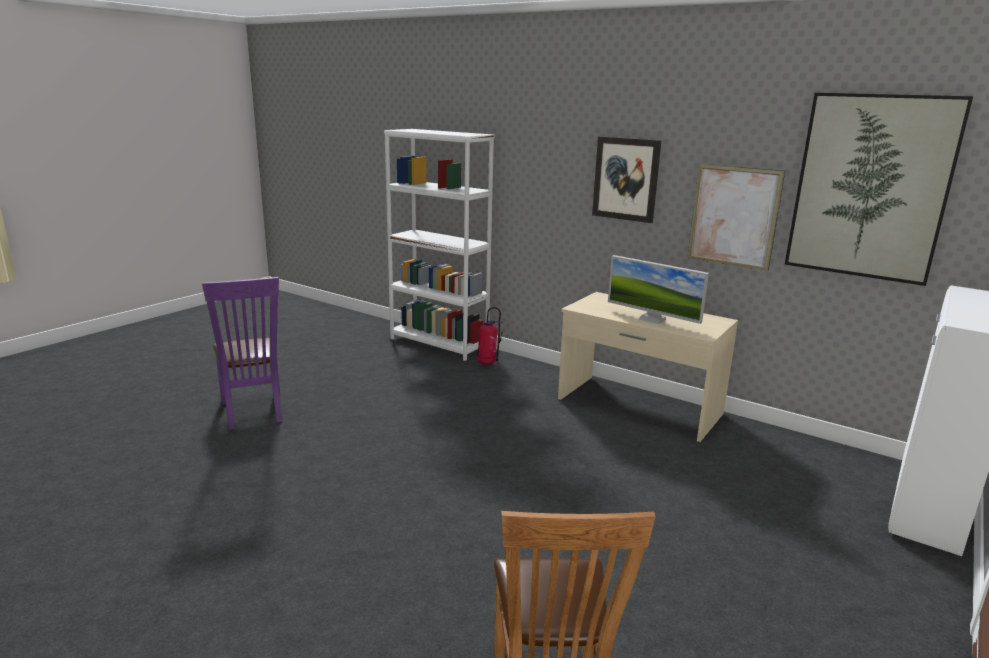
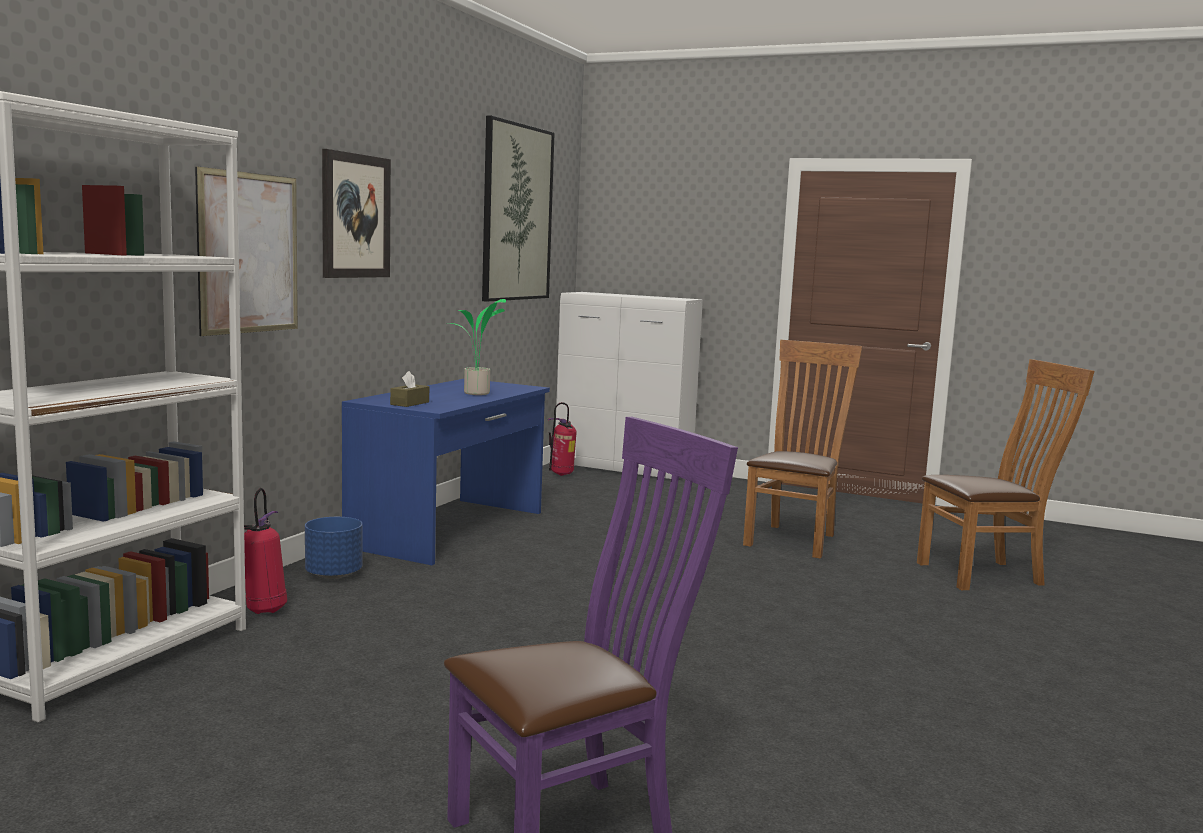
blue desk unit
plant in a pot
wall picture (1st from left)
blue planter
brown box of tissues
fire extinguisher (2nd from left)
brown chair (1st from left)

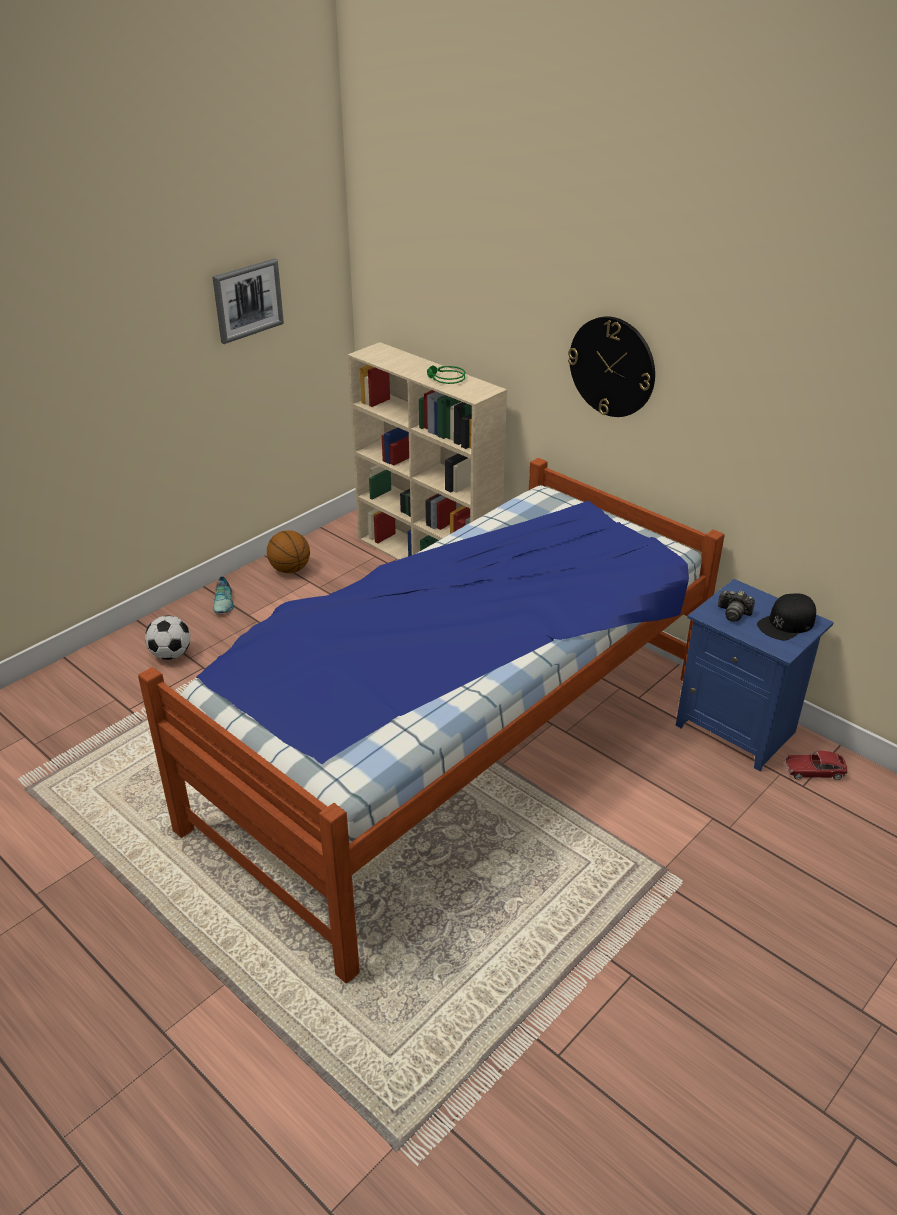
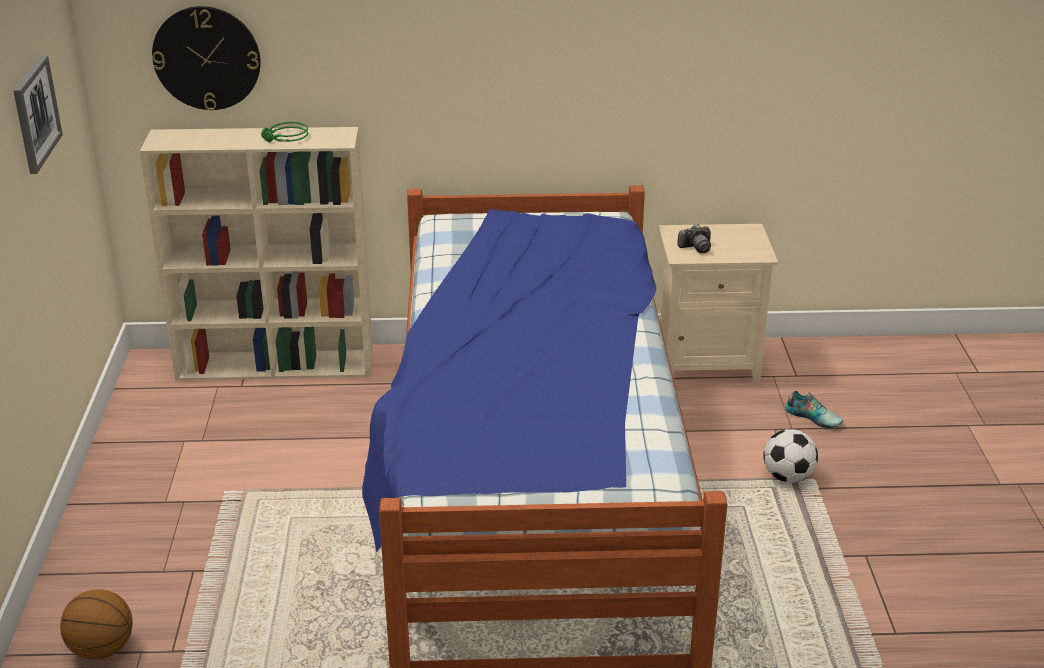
football ball
low shoe
basketball ball
hanging clock
beige-coloured bedside table
blackish cap
model car

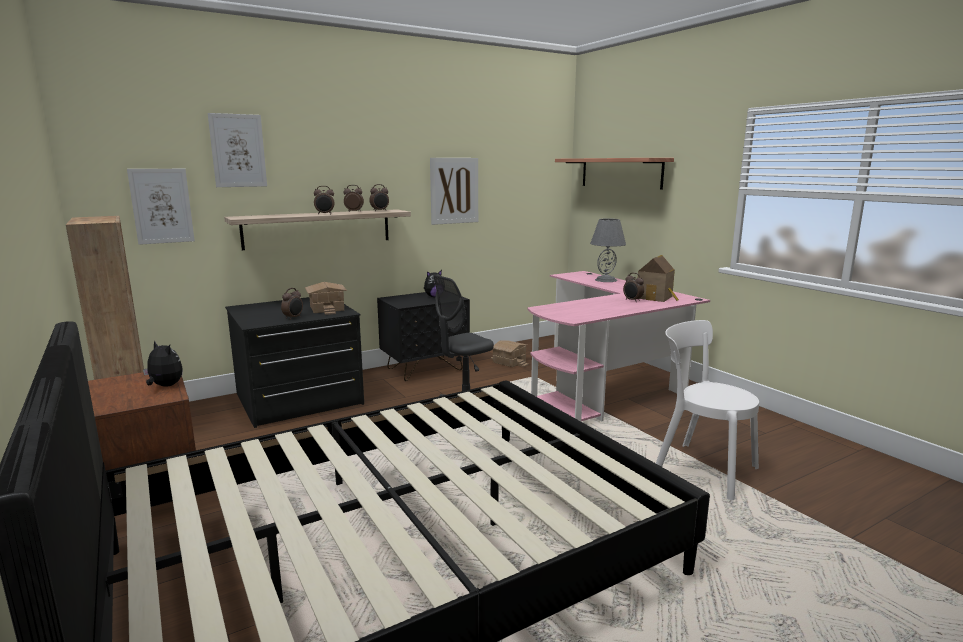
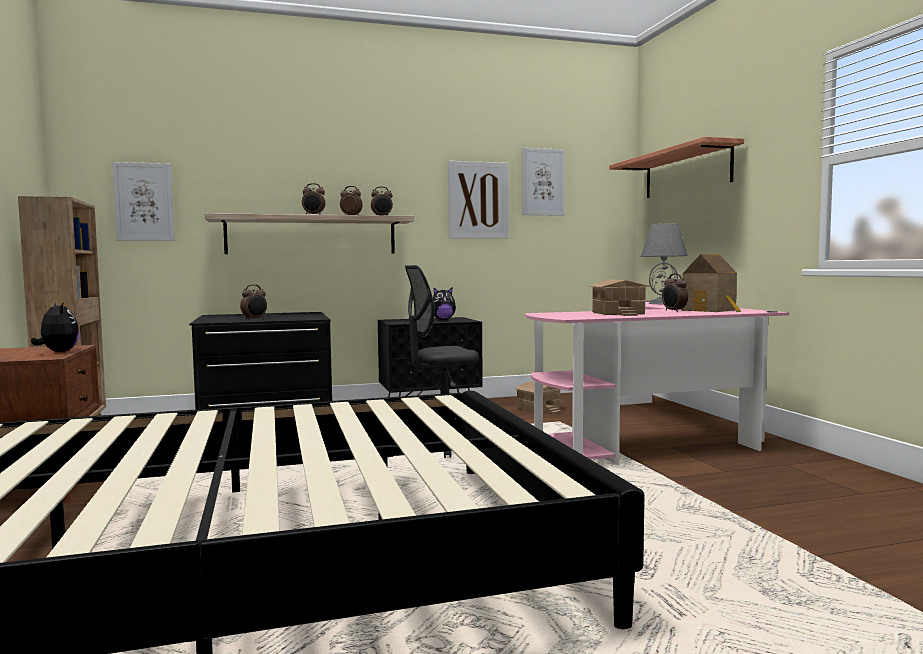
wall picture (3rd from left)
toy house (2nd from left)
white chair

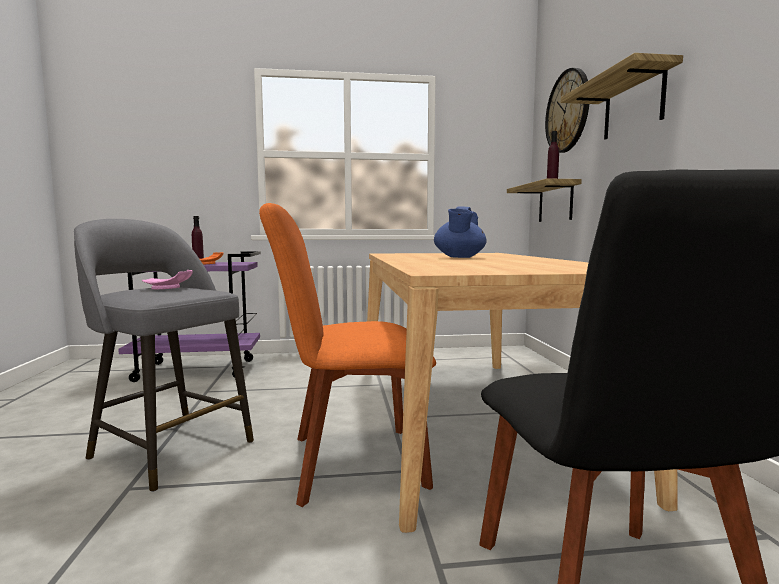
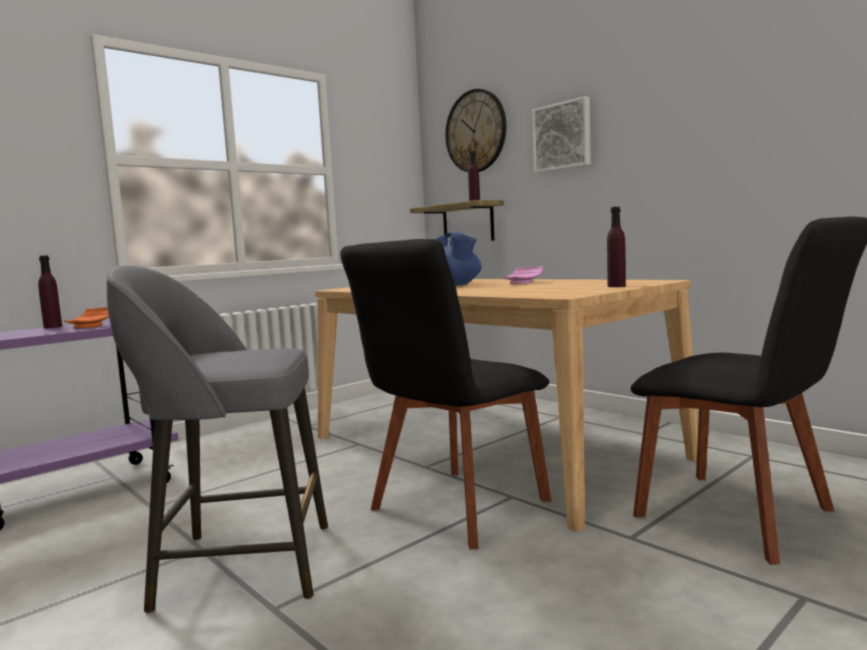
pink-coloured plate
blackish chair (1st from left)
wall picture
purple-coloured bottle (3rd from left)

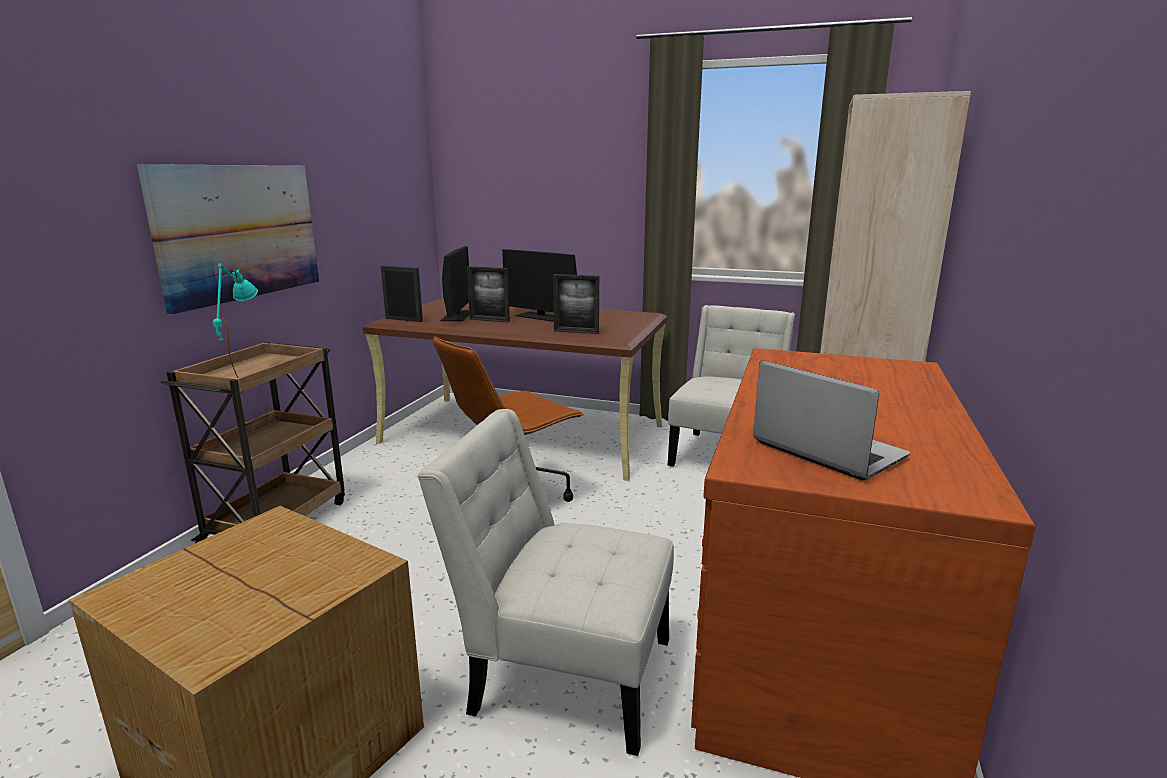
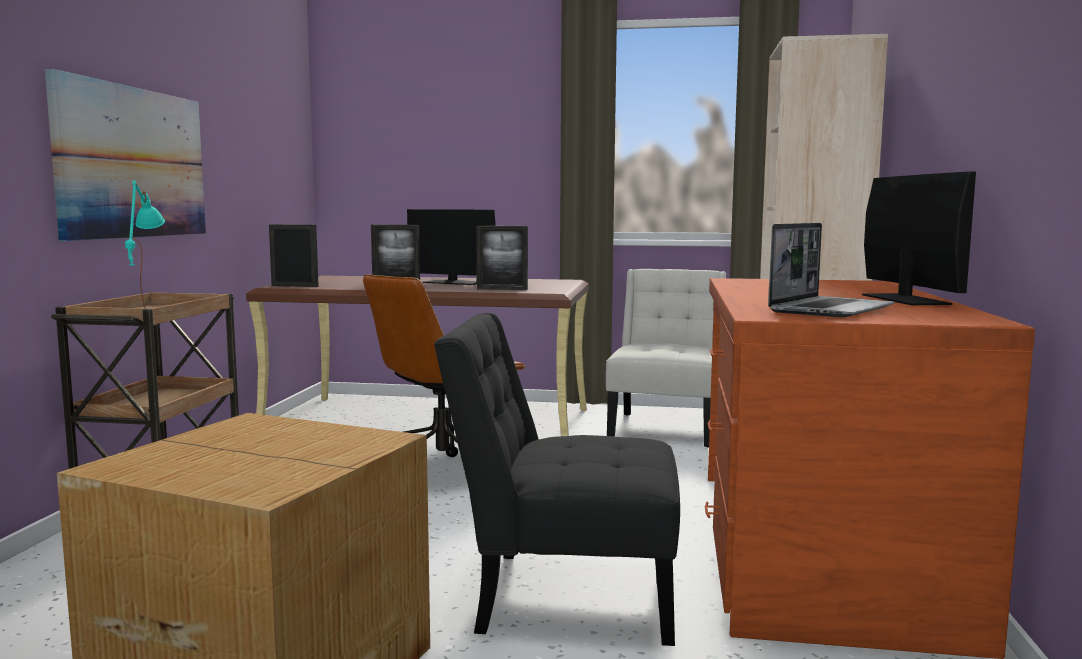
blackish chair
computer screen (2nd from left)
portable computer

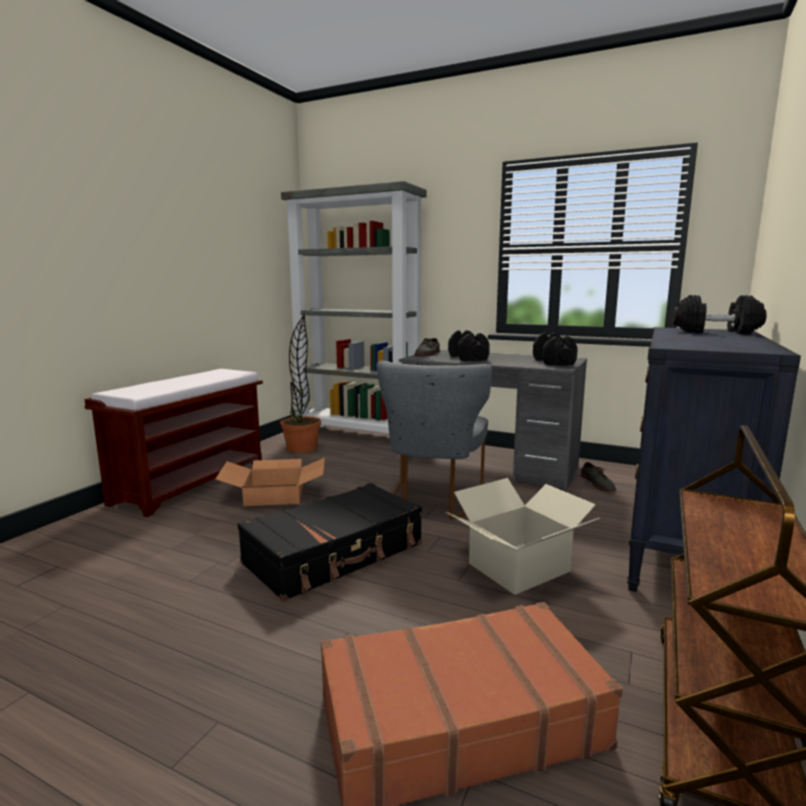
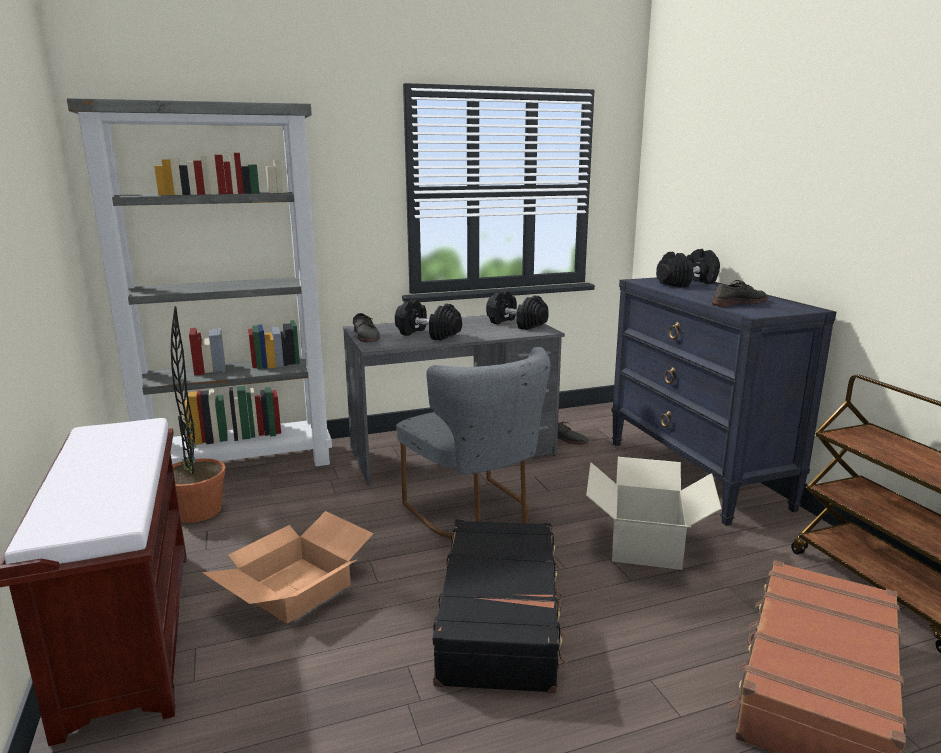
greyish low shoe (3rd from left)

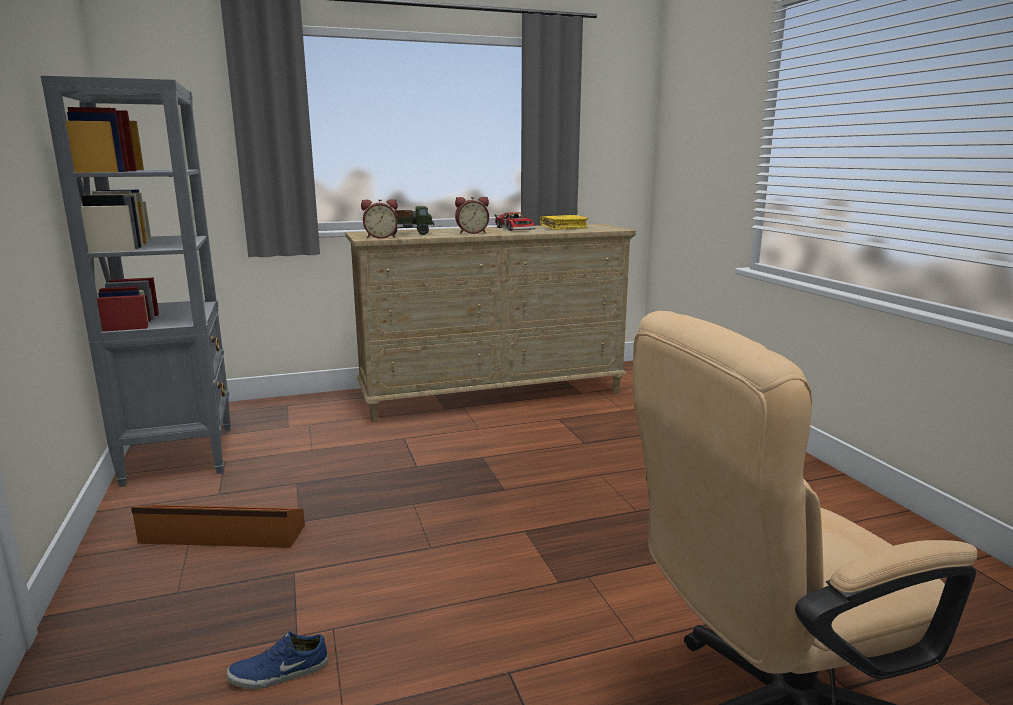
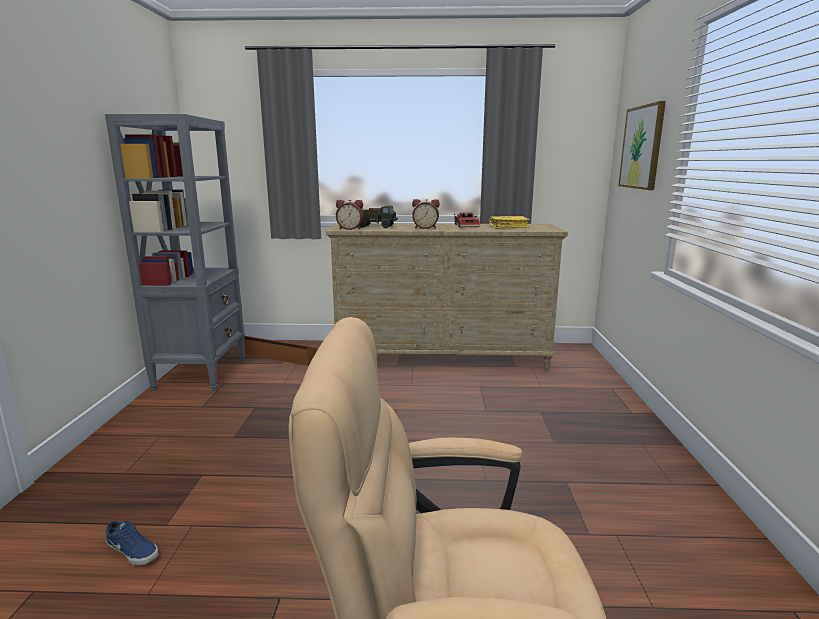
brown storage container
blue low shoe
wall picture

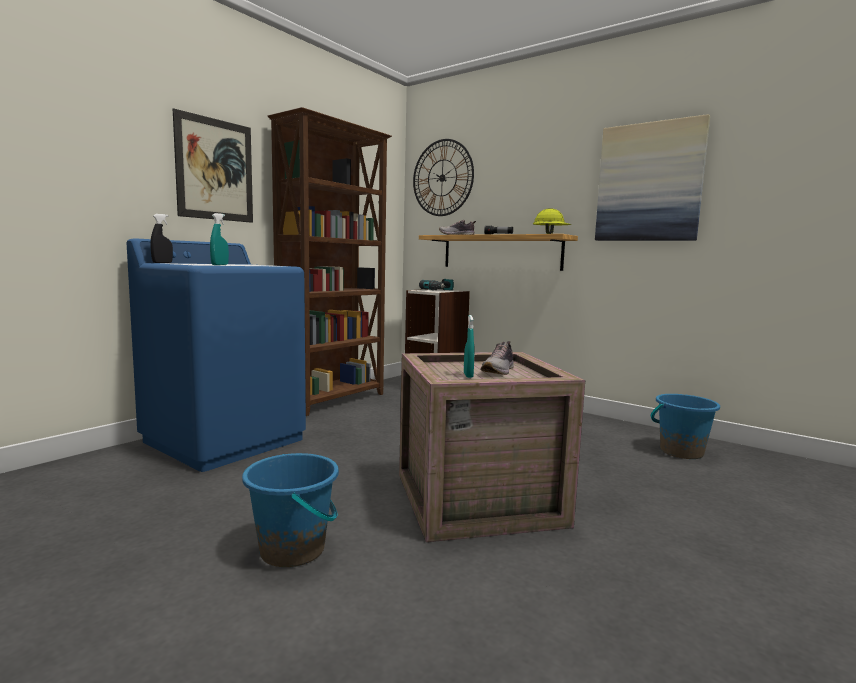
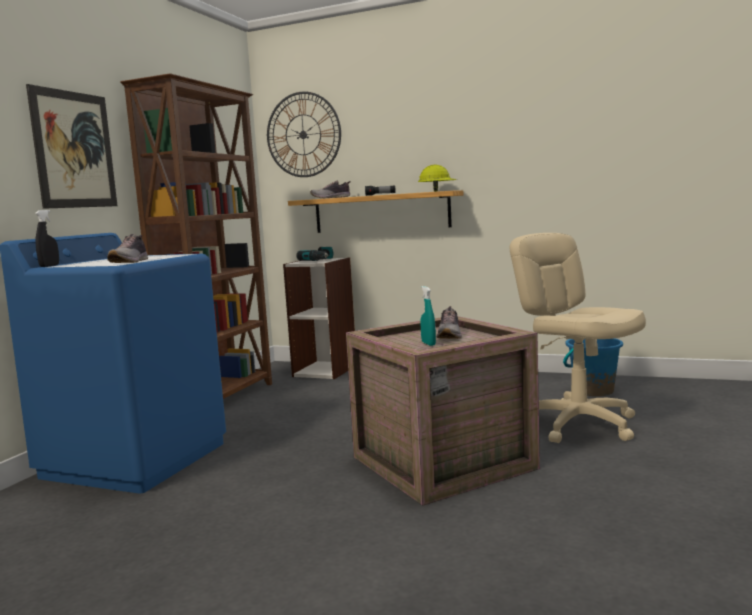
low shoe (1st from left)
blue pail (1st from left in the first image)
wall picture (2nd from left in the first image)
beige-coloured computer chair

